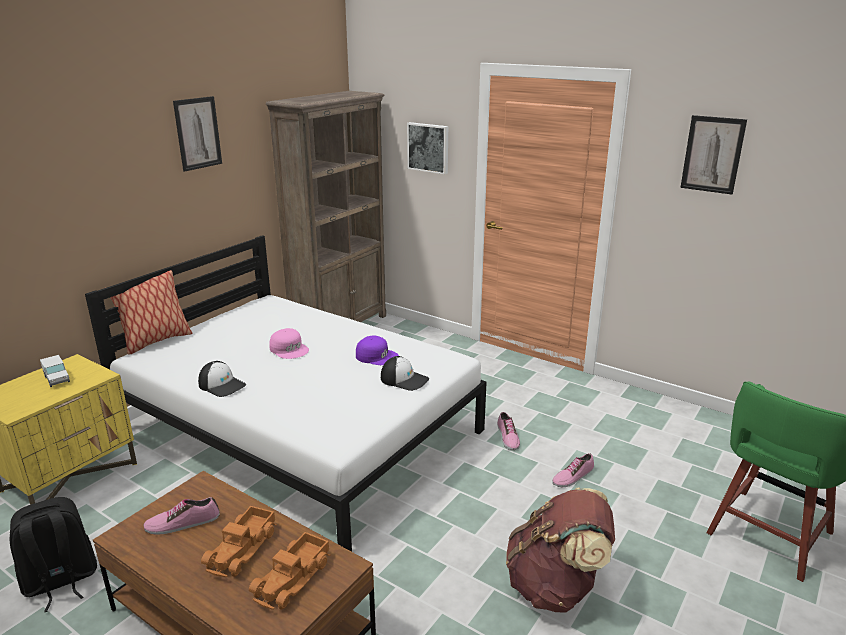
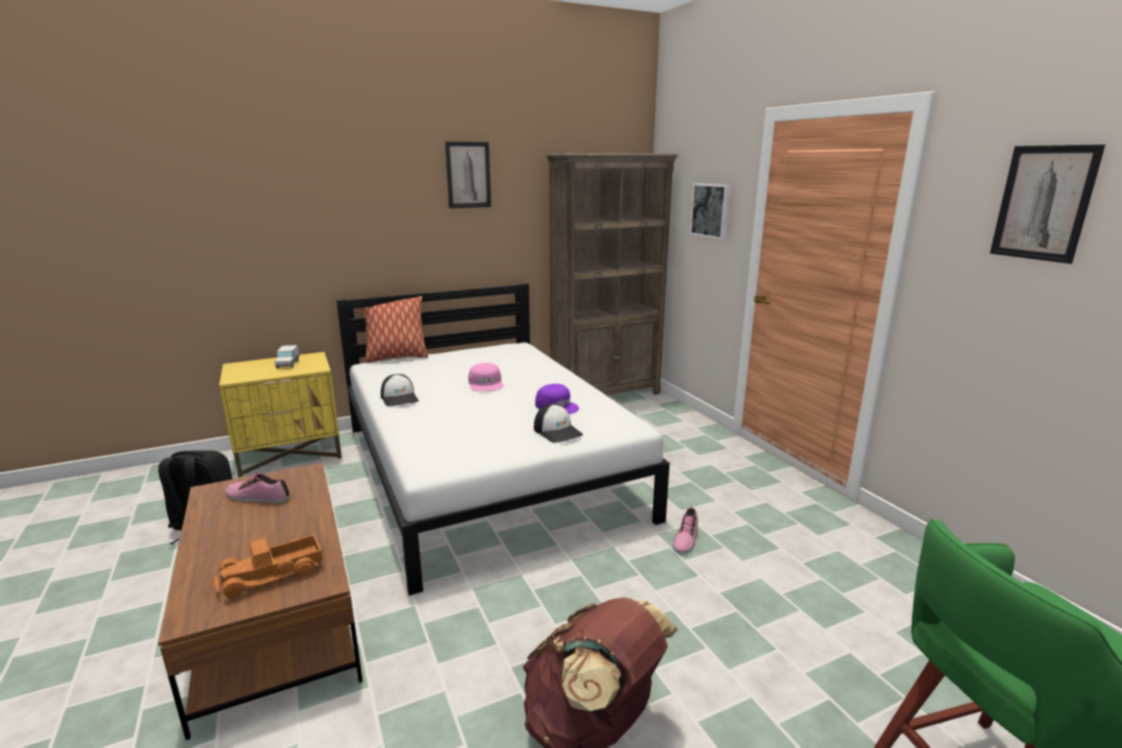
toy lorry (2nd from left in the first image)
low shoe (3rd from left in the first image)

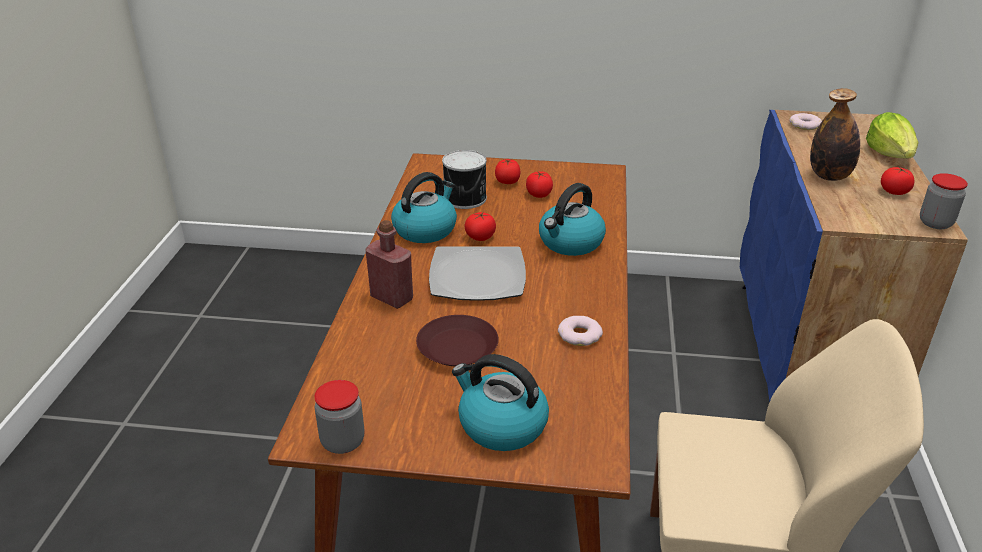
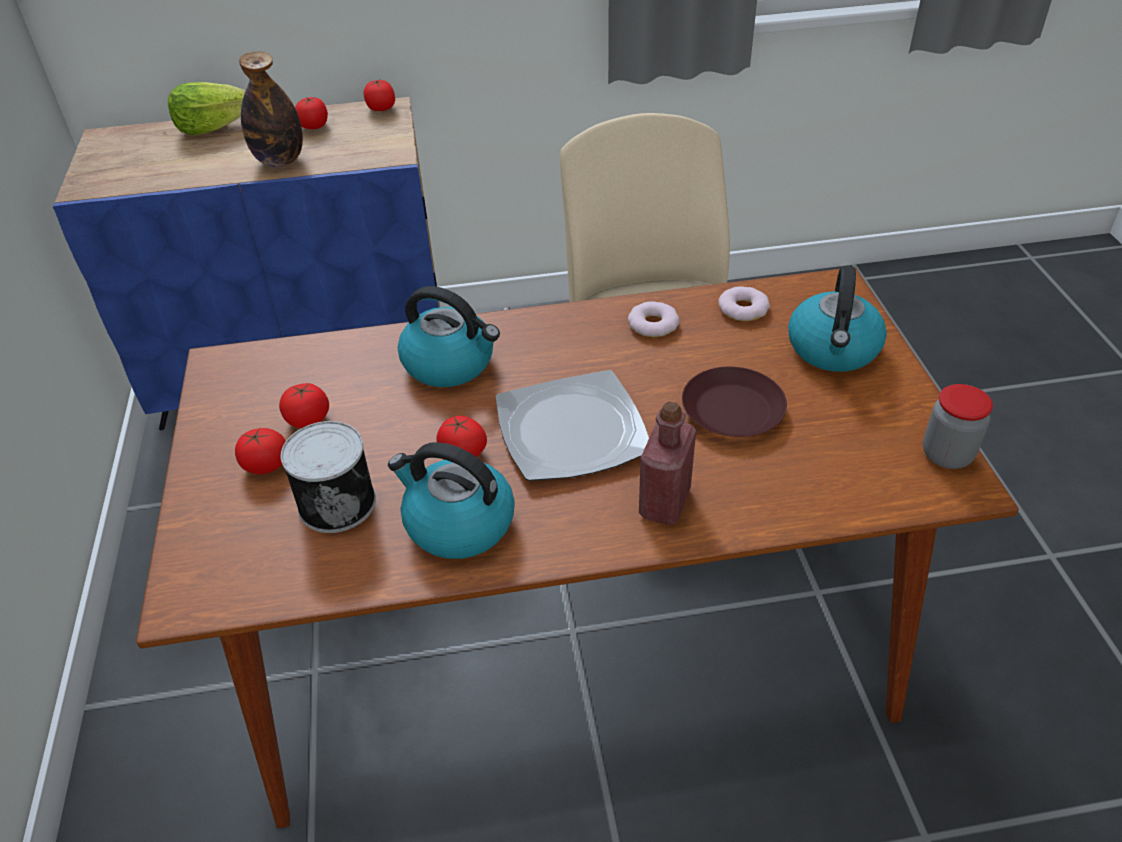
ring doughnut (2nd from left)
tomato (4th from left)

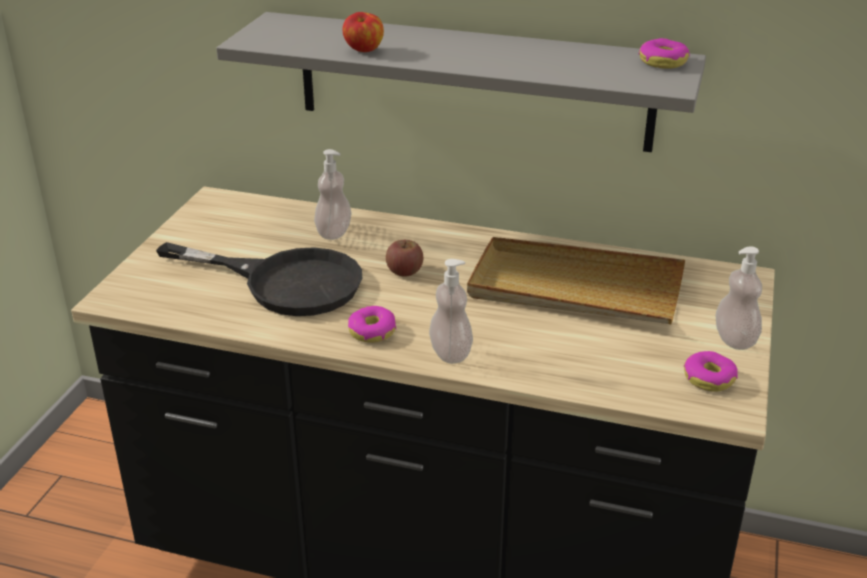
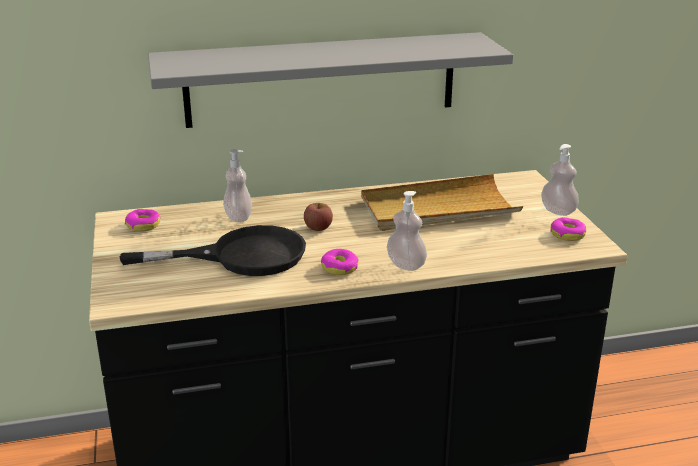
whole apple (1st from left in the first image)
ring doughnut (1st from left)

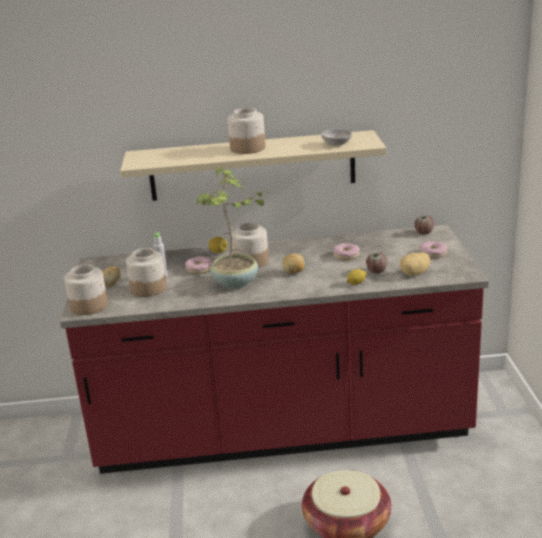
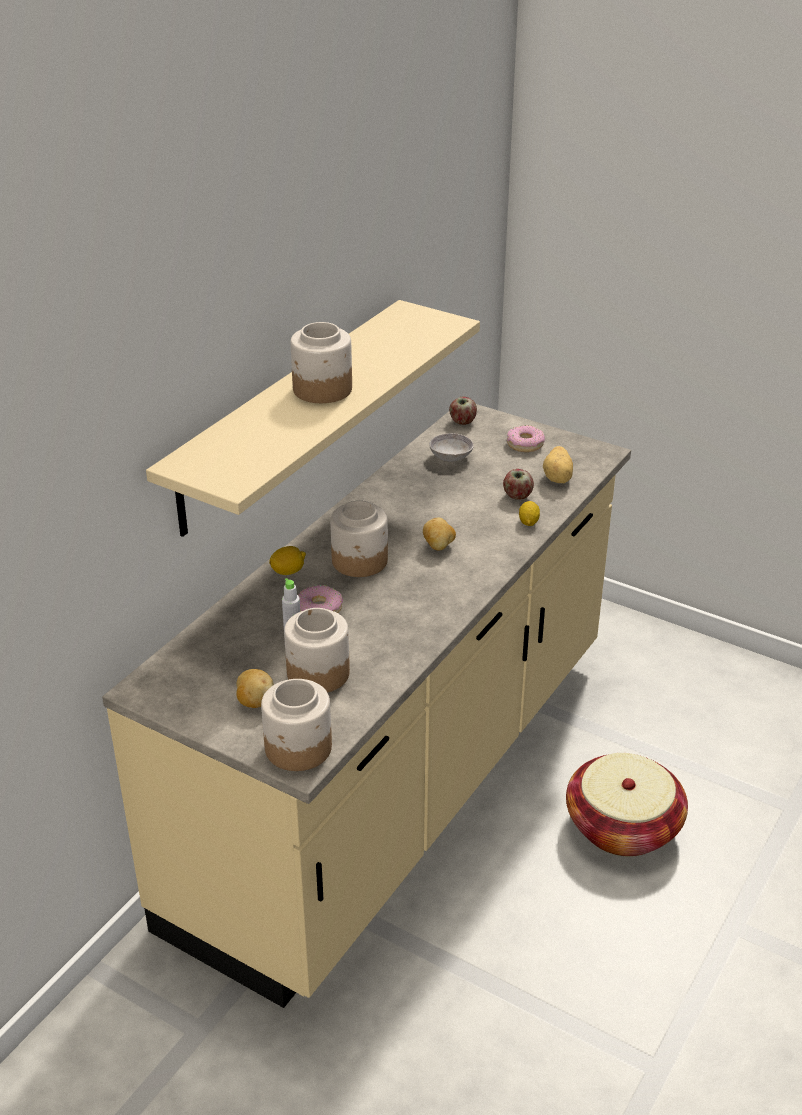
beige-coloured kitchen base unit
plant in a pot
greyish bowl
ring doughnut (2nd from left in the first image)

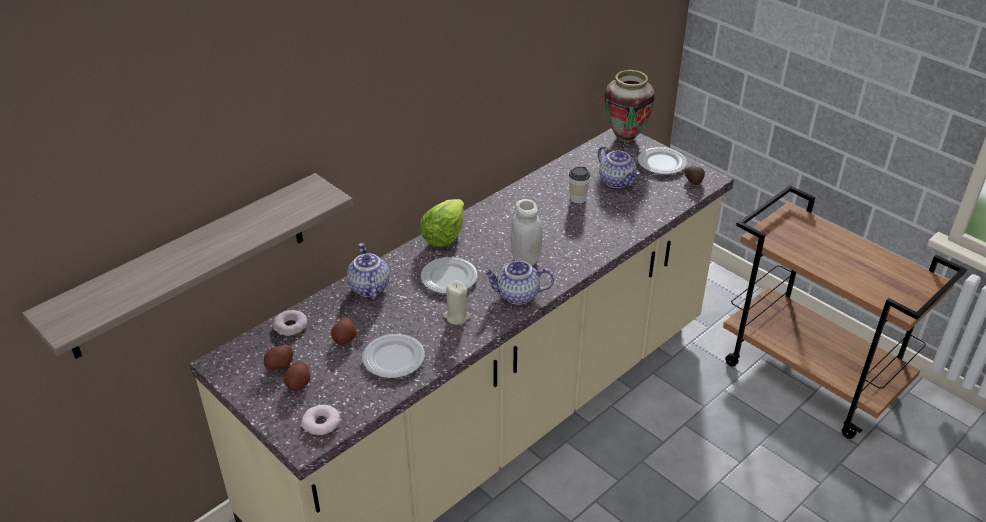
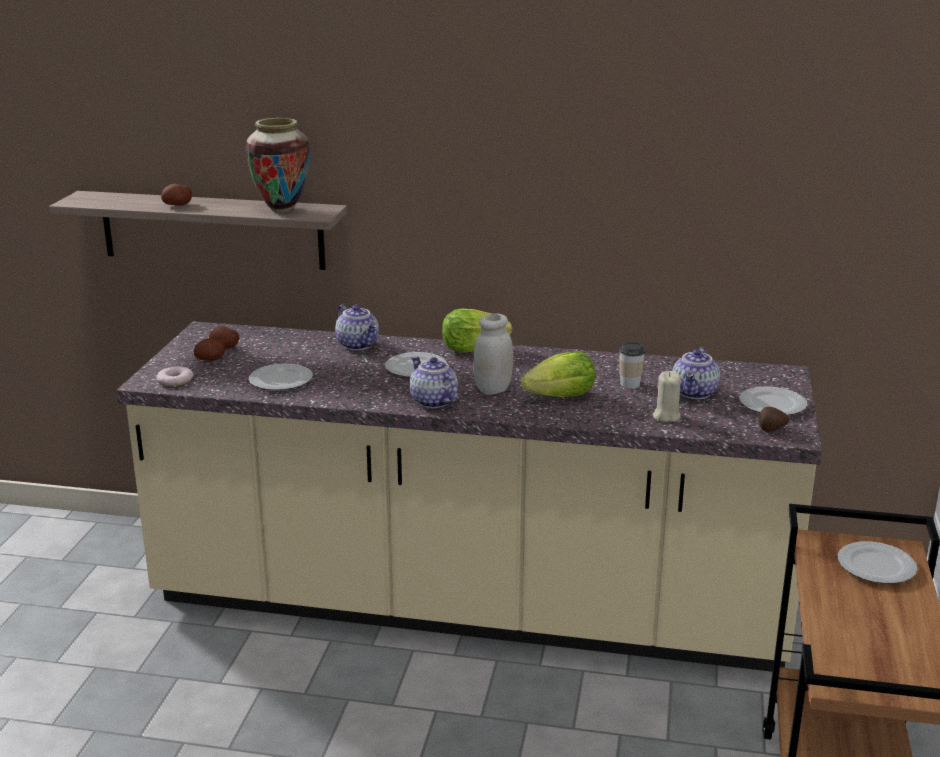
ring doughnut (1st from left in the first image)
spud (1st from left)
teapot (1st from left)
beige-coloured candle
decorative vase
lettuce (2nd from left)
plate (4th from left)

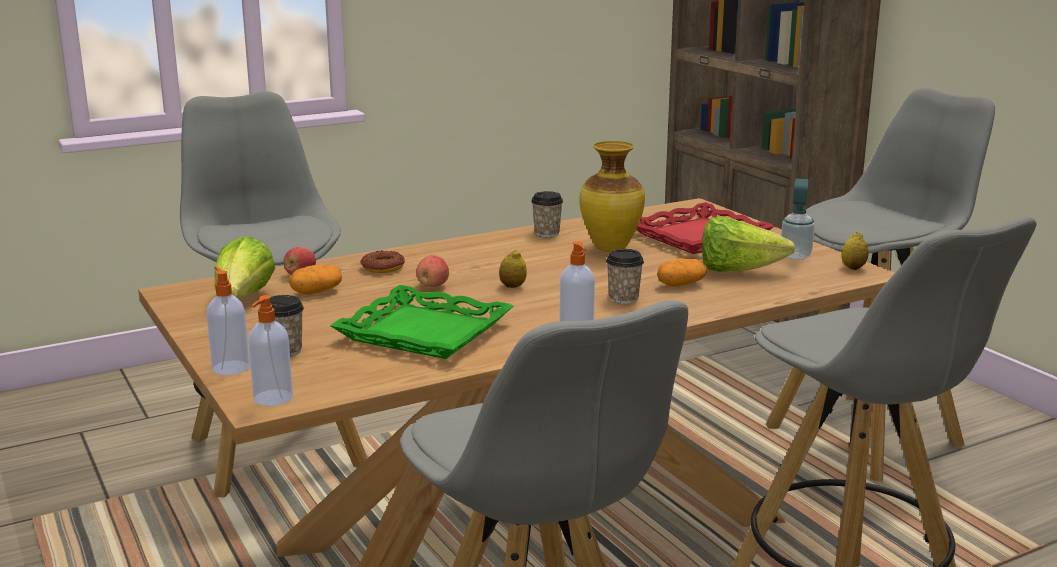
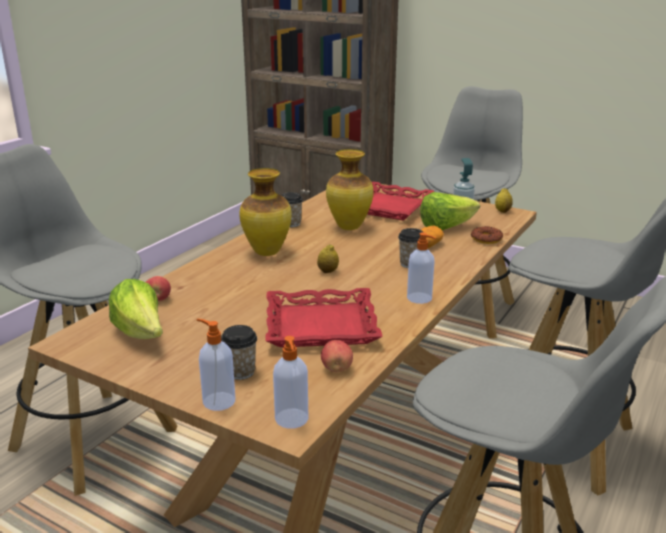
spud (1st from left in the first image)
red serving tray (1st from left)
ring doughnut
whole apple (2nd from left)
decorative vase (1st from left)

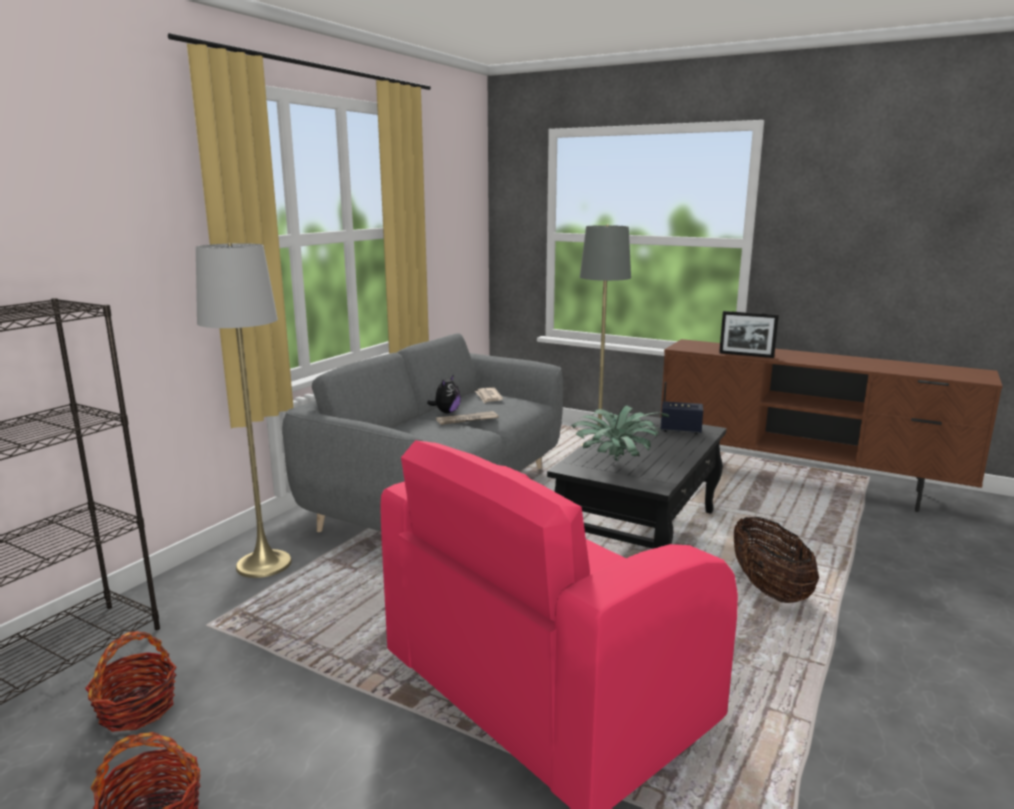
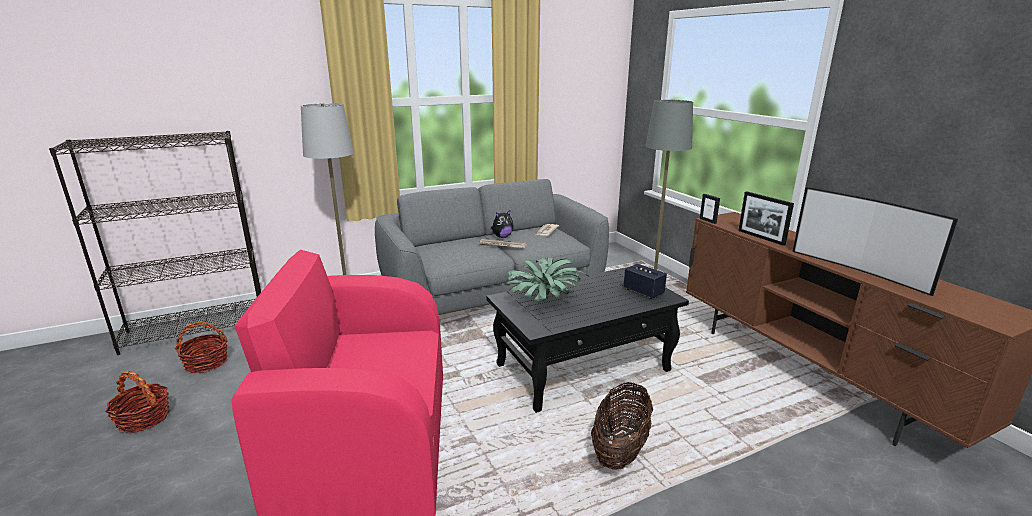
picture frame (1st from left)
TV set

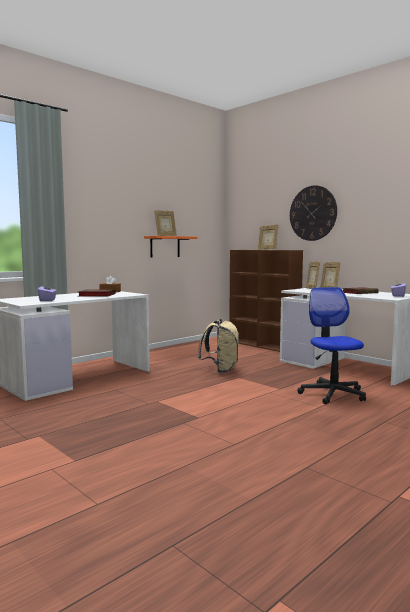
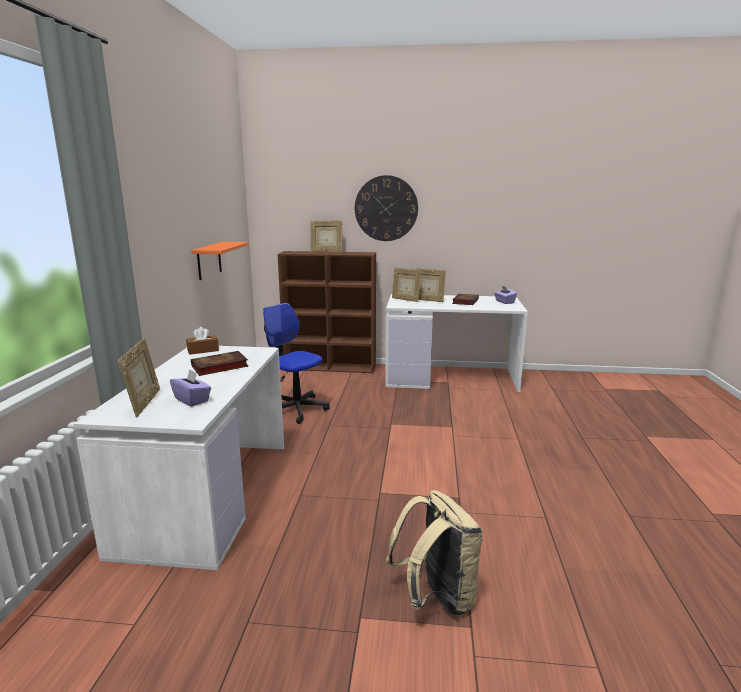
picture frame (1st from left)
beige-coloured rucksack
computer chair

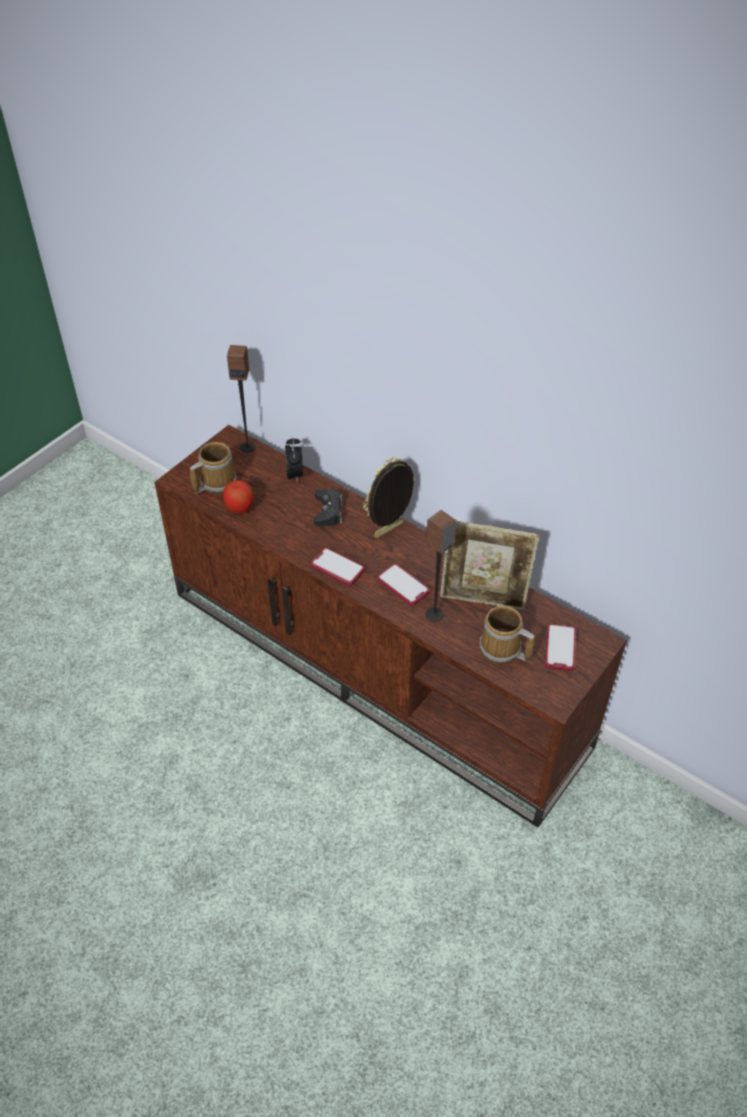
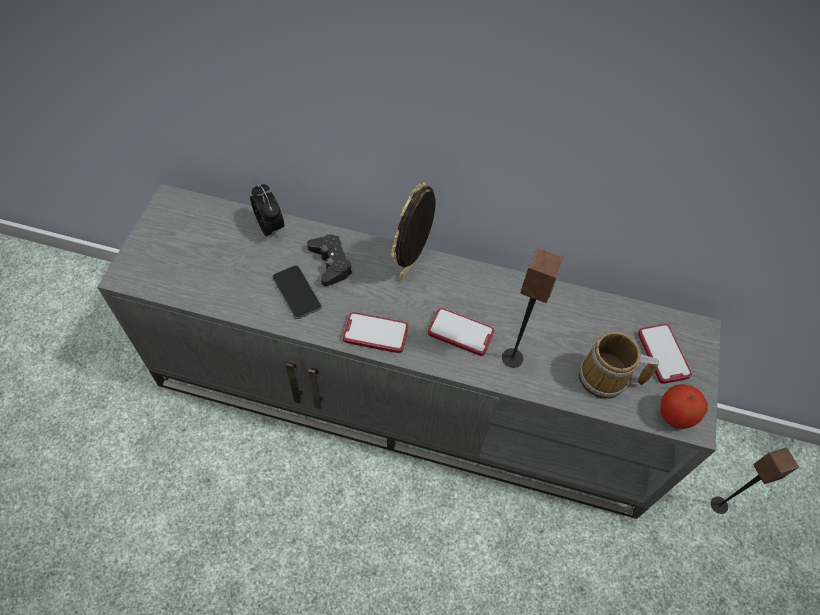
greyish tv stand
coffee mug (1st from left in the first image)
whole apple
audio speaker (2nd from left)
picture frame (2nd from left in the first image)
phone (1st from left)

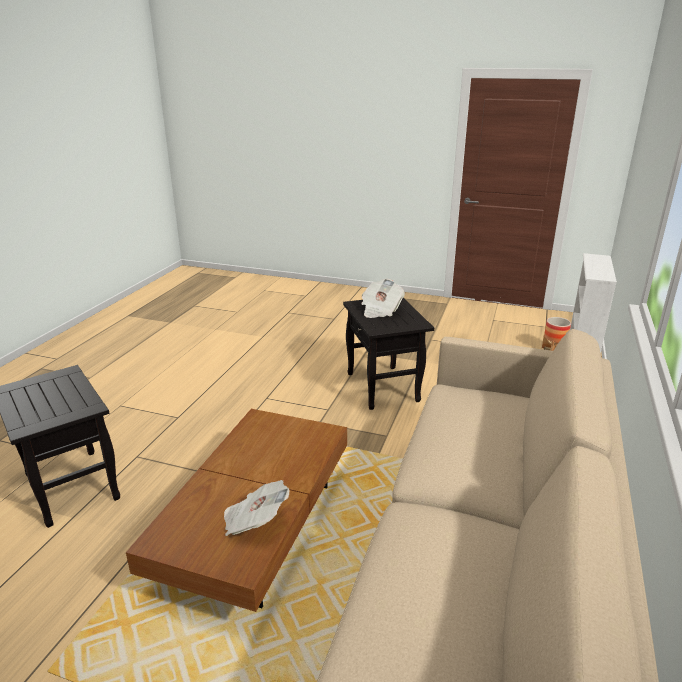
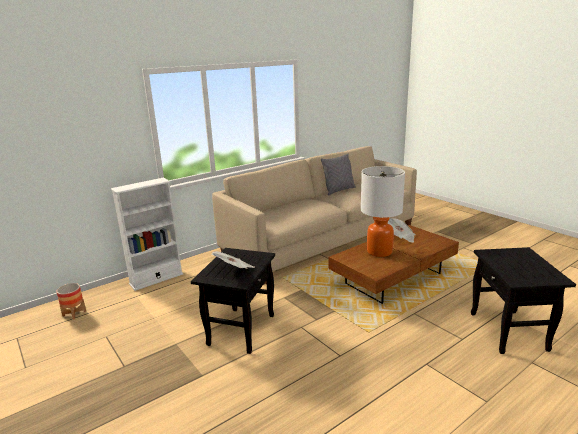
greyish pillow
lamp for a table

